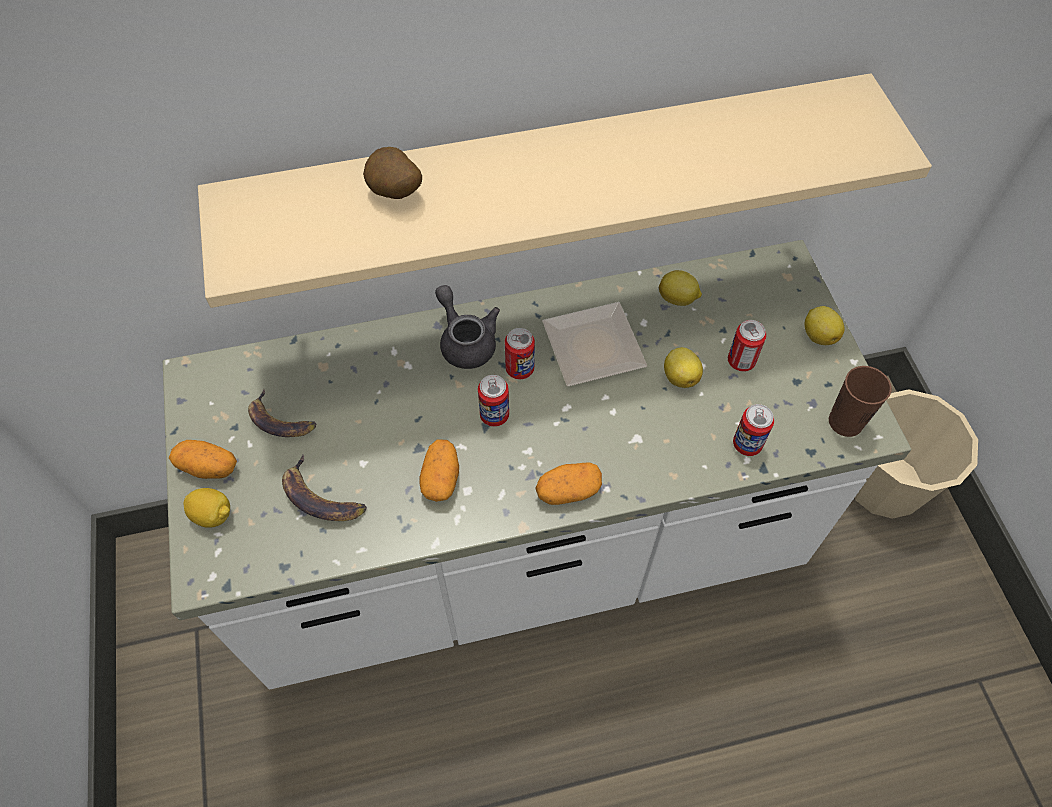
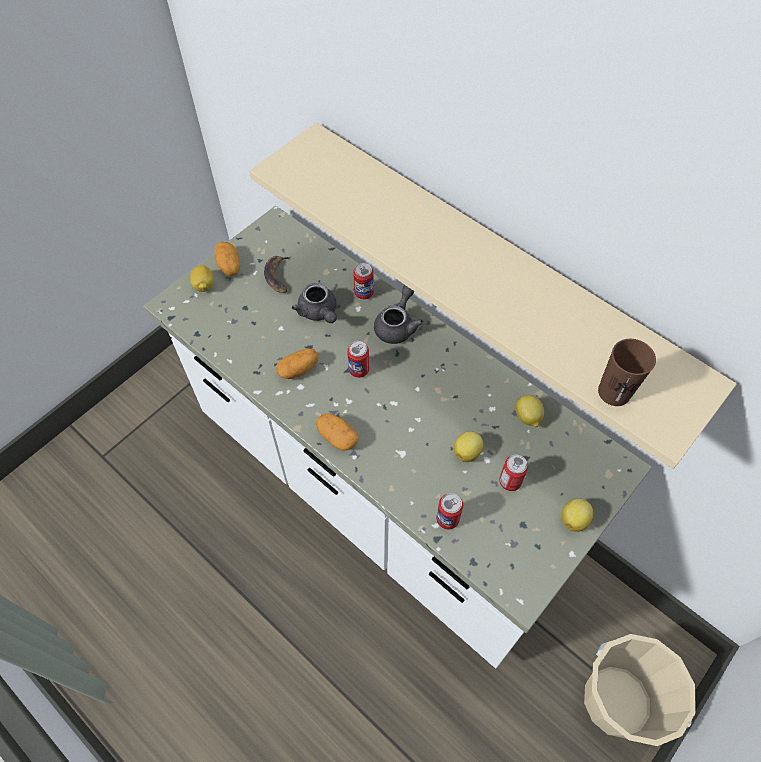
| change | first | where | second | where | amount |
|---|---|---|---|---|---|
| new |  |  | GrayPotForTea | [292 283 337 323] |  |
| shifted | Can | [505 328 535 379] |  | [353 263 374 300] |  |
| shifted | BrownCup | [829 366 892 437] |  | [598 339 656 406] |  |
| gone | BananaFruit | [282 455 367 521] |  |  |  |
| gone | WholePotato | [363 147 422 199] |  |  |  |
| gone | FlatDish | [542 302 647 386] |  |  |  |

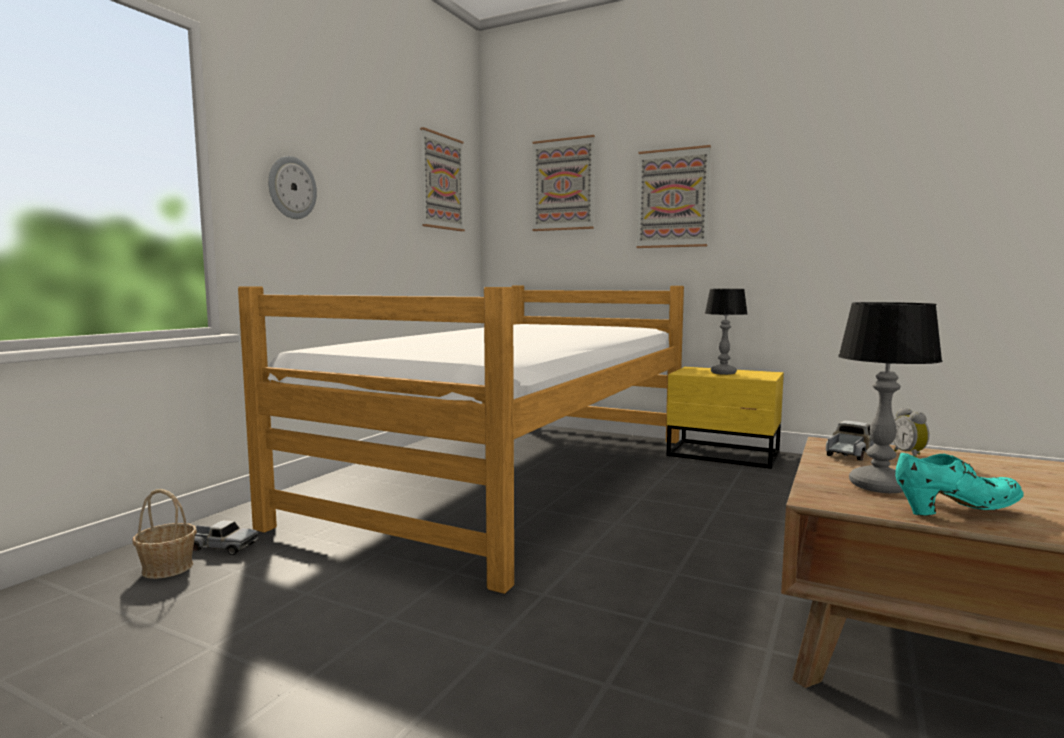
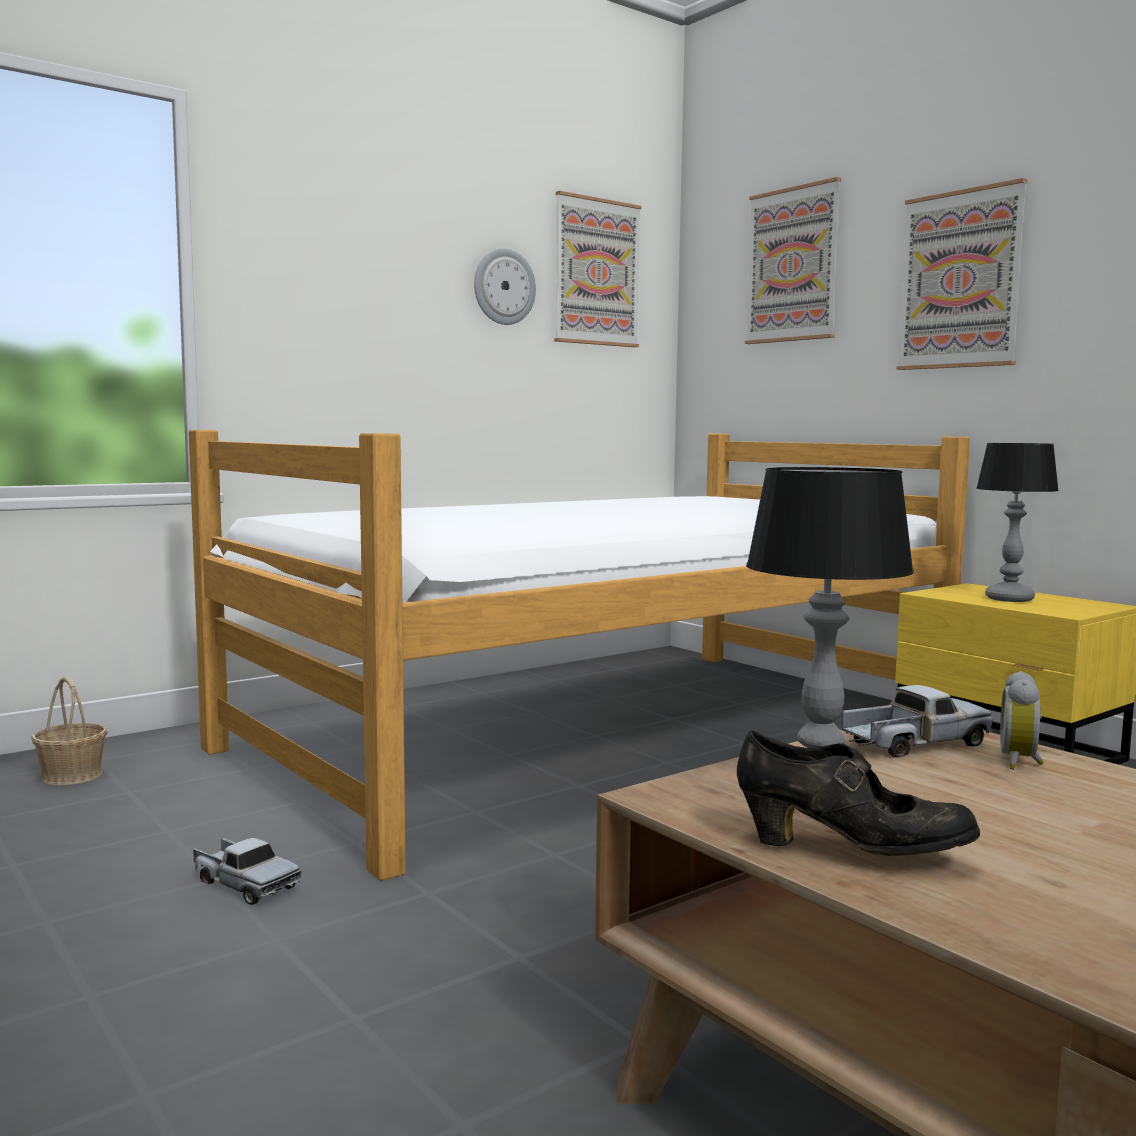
| change | first | where | second | where | amount |
|---|---|---|---|---|---|
| shifted | ToyLorry | [193 520 259 555] |  | [193 838 301 905] |  |
| shifted | WallClock | [268 156 317 219] |  | [474 248 536 325] |  |
| repainted | TurquoiseColouredItemOfFootwear | [895 453 1024 516] | BlackColouredItemOfFootwear | [737 730 980 856] |  |

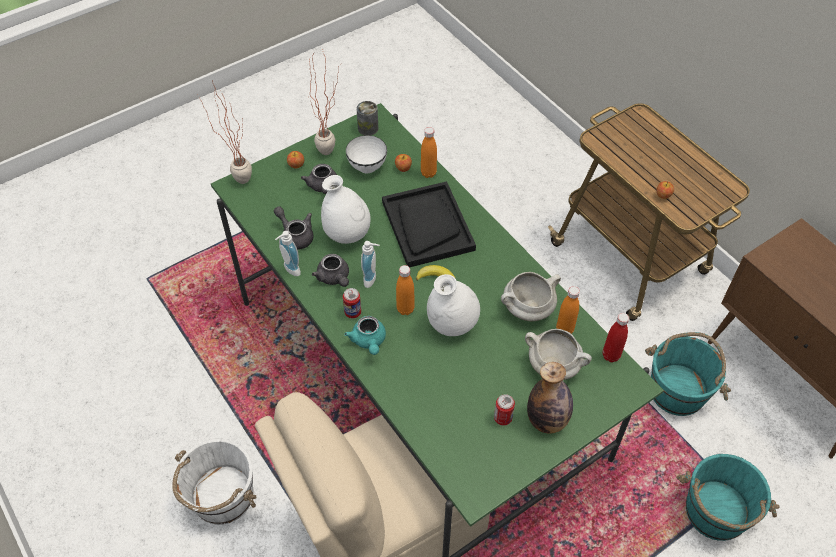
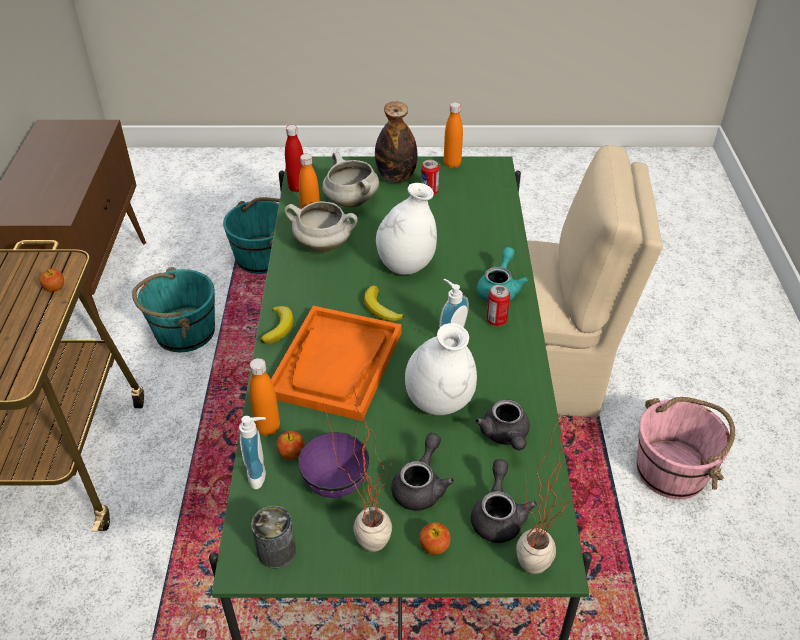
| change | first | where | second | where | amount |
|---|---|---|---|---|---|
| shifted | SoapDispenser | [275 231 301 276] |  | [239 416 266 489] |  |
| new |  |  | BananaFruit | [261 306 293 344] |  |
| repainted | BlackColouredCarryingTray | [382 181 476 267] | OrangeyCarryingTray | [271 306 402 421] |  |
| repainted | WhitishBowl | [346 135 387 174] | PurpleColouredBowl | [298 432 369 498] |  |
| shifted | OrangeyBottle | [396 265 415 315] |  | [444 102 463 168] |  |
| shifted | GrayPotForTea | [312 254 349 287] |  | [471 459 537 543] |  |
| repainted | WhitishBucket | [172 439 256 525] | PinkColouredBucket | [637 397 735 499] |  |

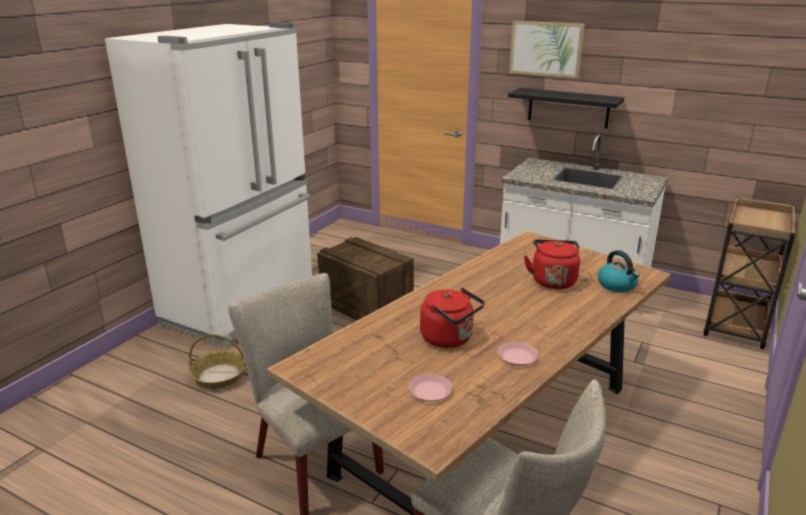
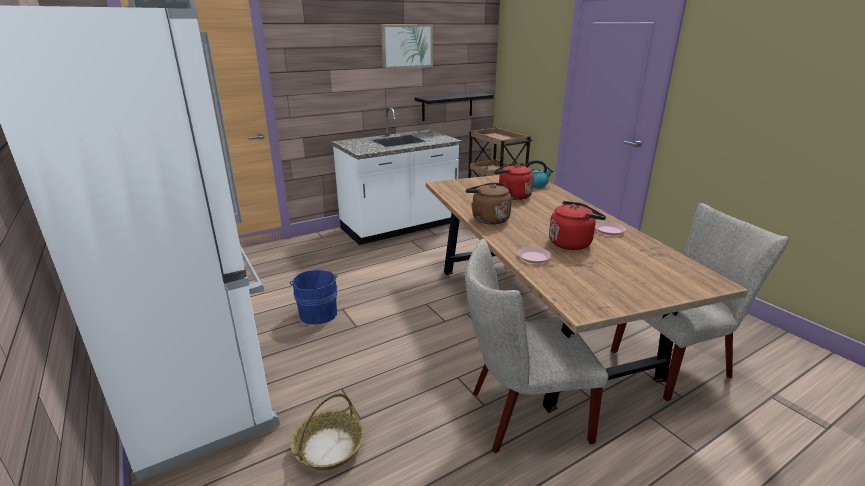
| change | first | where | second | where | amount |
|---|---|---|---|---|---|
| swapped | ShippingCrate | [317 237 414 320] | BlueColouredBucket | [290 270 338 325] |  |
| shifted | Picture | [509 21 585 79] |  | [381 24 433 69] |  |
| shifted | BlackColouredShelf | [508 88 624 129] |  | [415 92 494 121] |  |
| new |  |  | BrownWaterKettle | [466 183 512 225] |  |
| shifted | PinkColouredFlatDish | [409 374 453 402] |  | [517 247 551 263] |  |

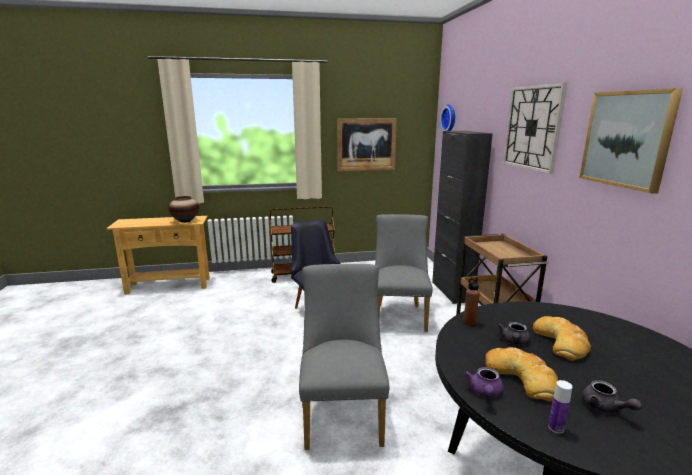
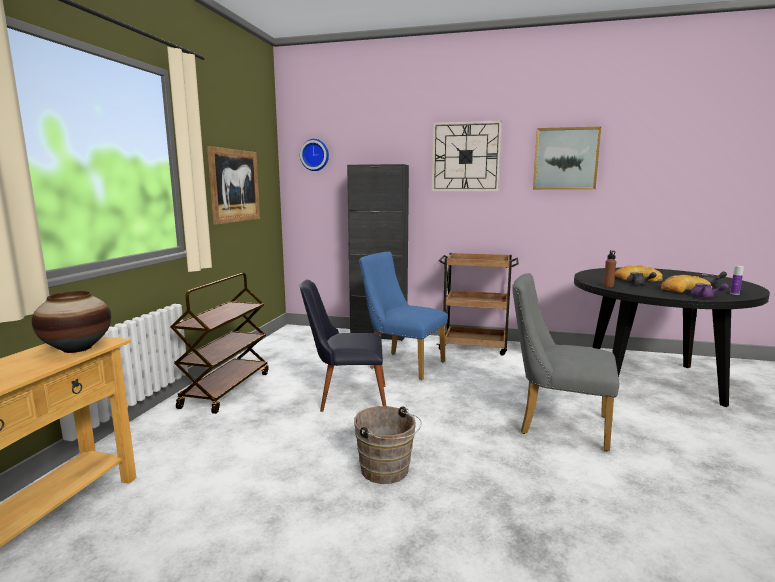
| change | first | where | second | where | amount |
|---|---|---|---|---|---|
| new |  |  | BrownBucket | [354 406 422 484] |  |
| repainted | GrayUprightChair | [375 214 433 332] | BlueColouredUprightChair | [359 252 448 380] |  |

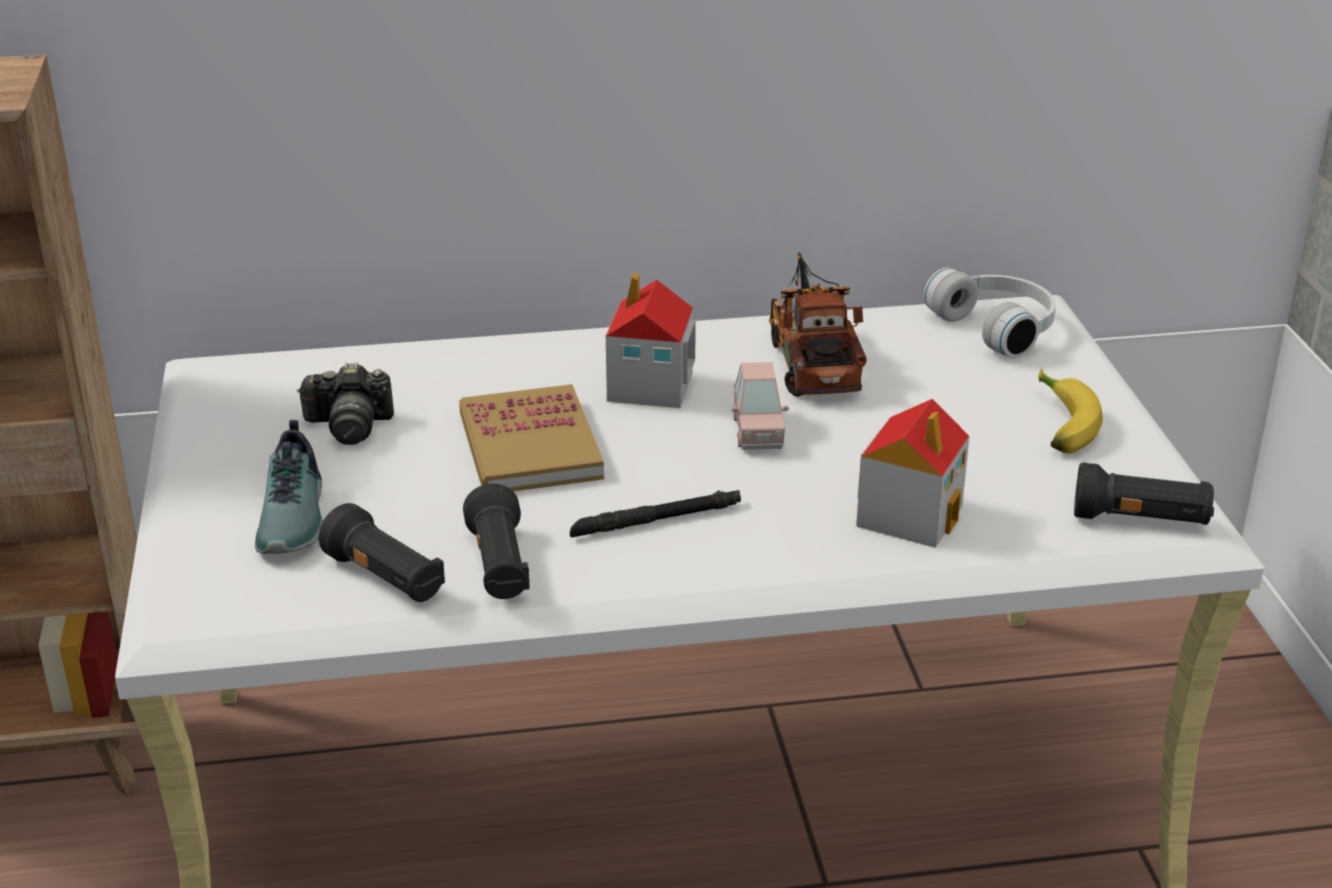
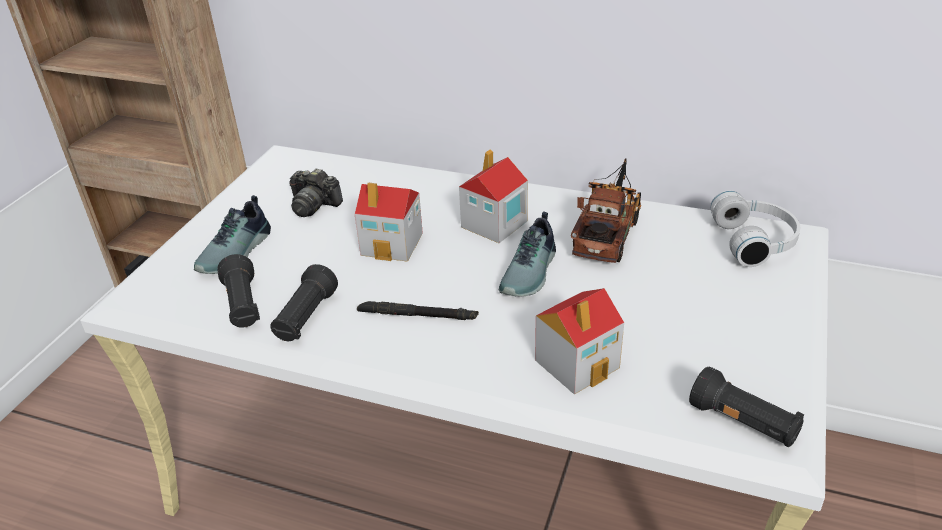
| change | first | where | second | where | amount |
|---|---|---|---|---|---|
| swapped | Volume | [459 384 604 491] | ModelHouse | [355 183 423 262] |  |
| swapped | PinkColouredMiniatureCar | [731 362 789 450] | ItemOfFootwear | [499 212 556 296] |  |
| gone | BananaFruit | [1039 368 1103 454] |  |  |  |

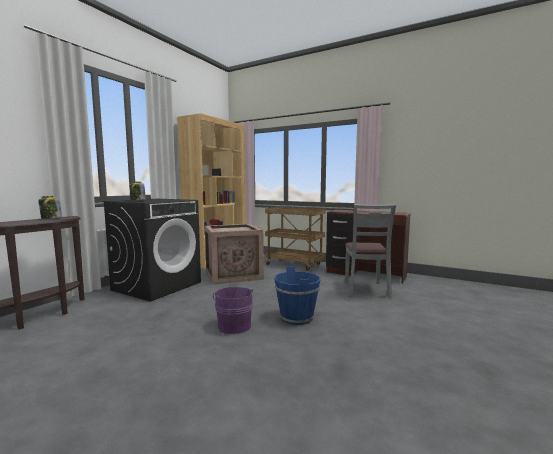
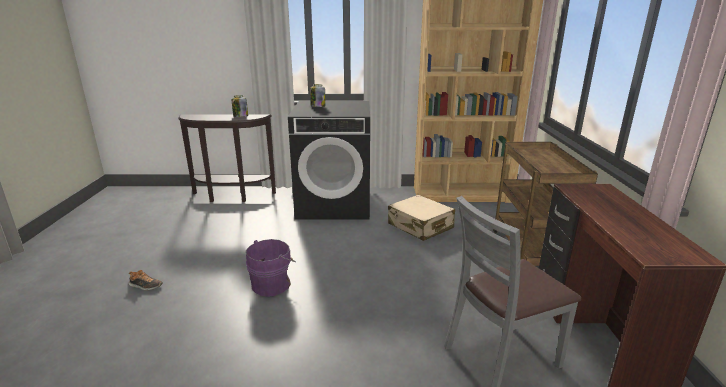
| change | first | where | second | where | amount |
|---|---|---|---|---|---|
| new |  |  | ItemOfFootwear | [129 270 163 290] |  |
| swapped | ShippingCrate | [205 224 264 285] | SandColouredTravelCase | [388 195 455 241] |  |
| gone | BlueColouredBucket | [274 266 320 325] |  |  |  |

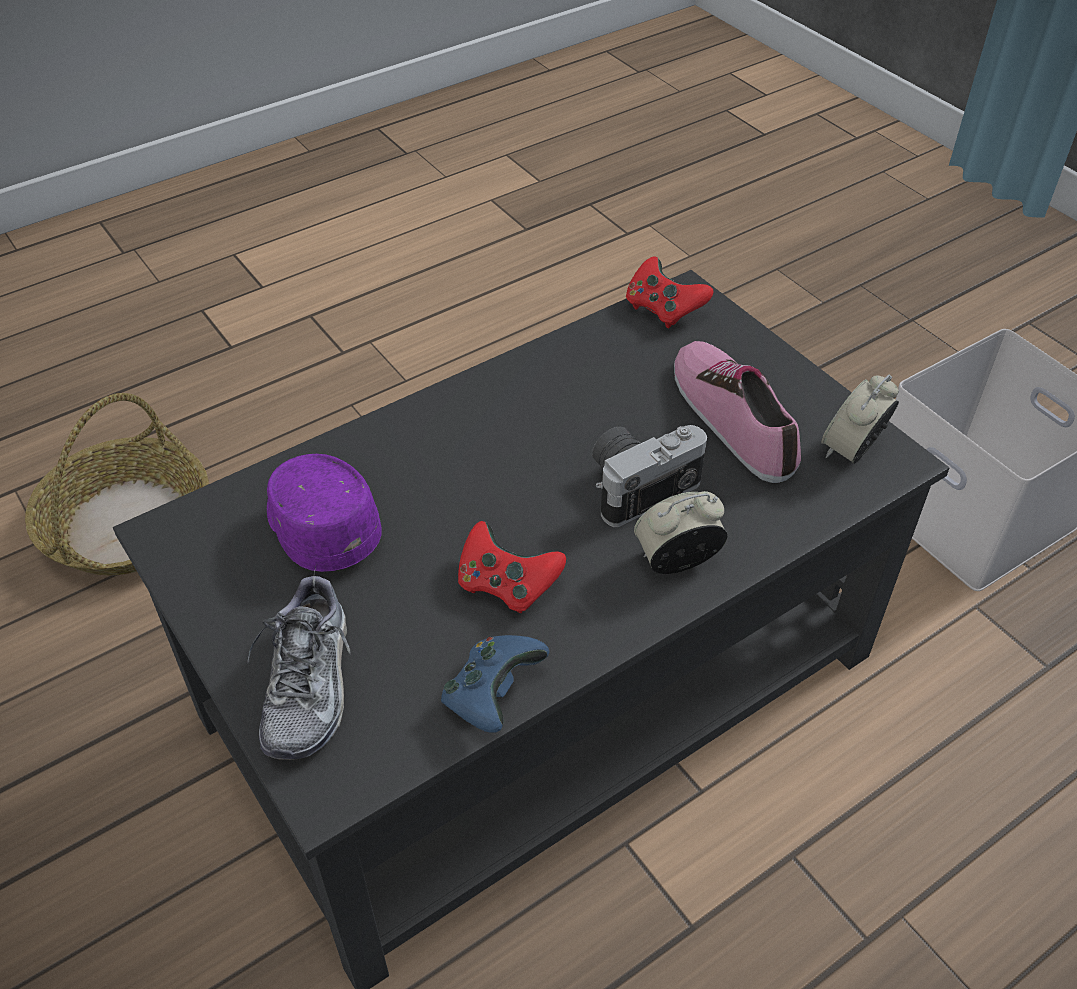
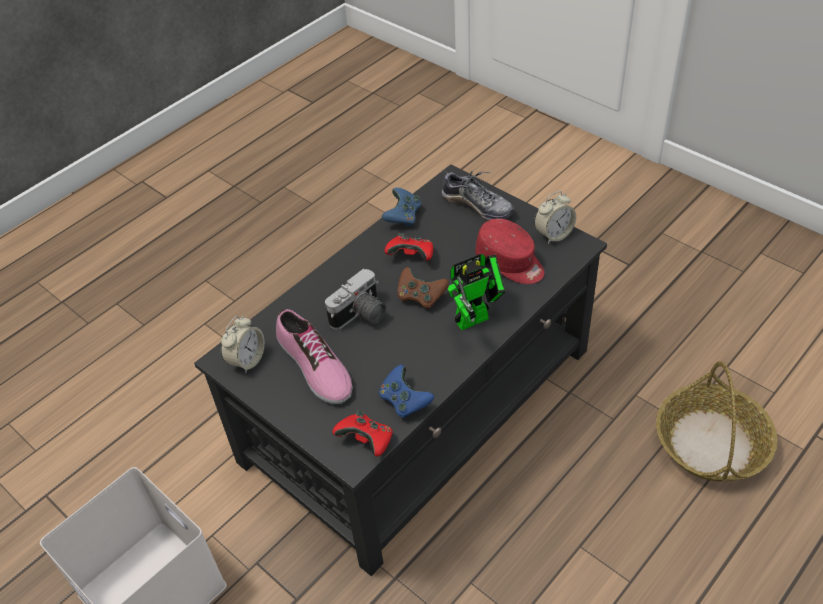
| change | first | where | second | where | amount |
|---|---|---|---|---|---|
| new |  |  | BlueColouredJoypad | [379 365 434 418] |  |
| new |  |  | BrownJoypad | [397 267 449 309] |  |
| rotated | ItemOfFootwear | [247 567 351 760] |  | [442 171 514 220] | 135 degrees clockwise |
| new |  |  | ToyRobot | [448 254 506 330] |  |
| repainted | PurpleColouredCap | [267 454 382 572] | RedColouredCap | [475 219 544 284] |  |
| shifted | BedsideClock | [634 491 727 574] |  | [534 191 576 244] |  |

